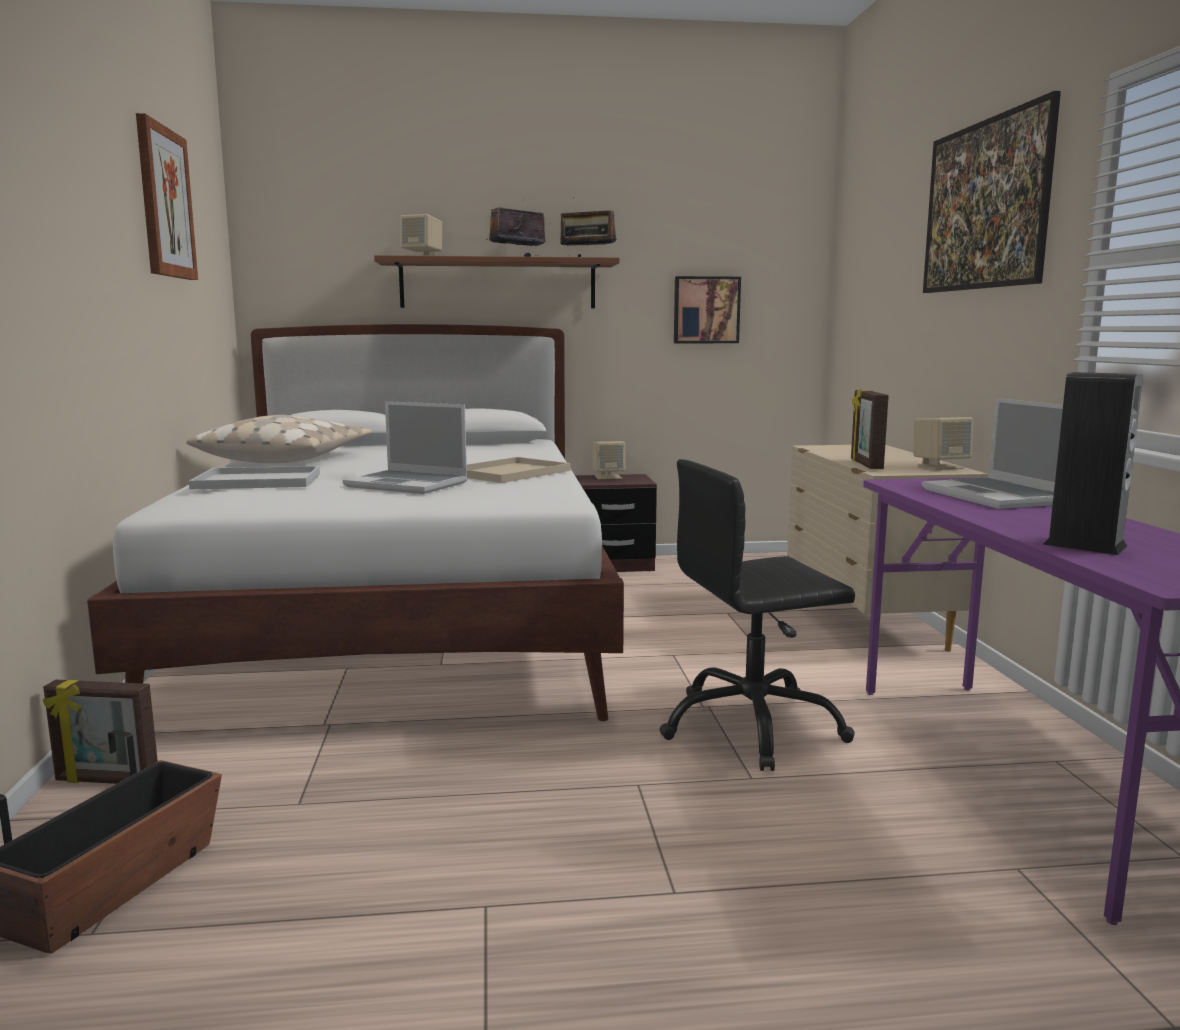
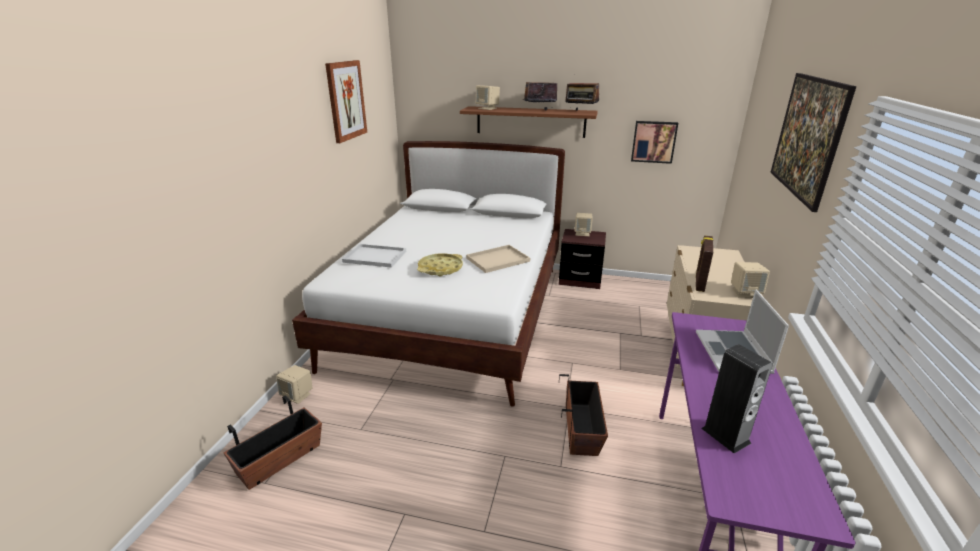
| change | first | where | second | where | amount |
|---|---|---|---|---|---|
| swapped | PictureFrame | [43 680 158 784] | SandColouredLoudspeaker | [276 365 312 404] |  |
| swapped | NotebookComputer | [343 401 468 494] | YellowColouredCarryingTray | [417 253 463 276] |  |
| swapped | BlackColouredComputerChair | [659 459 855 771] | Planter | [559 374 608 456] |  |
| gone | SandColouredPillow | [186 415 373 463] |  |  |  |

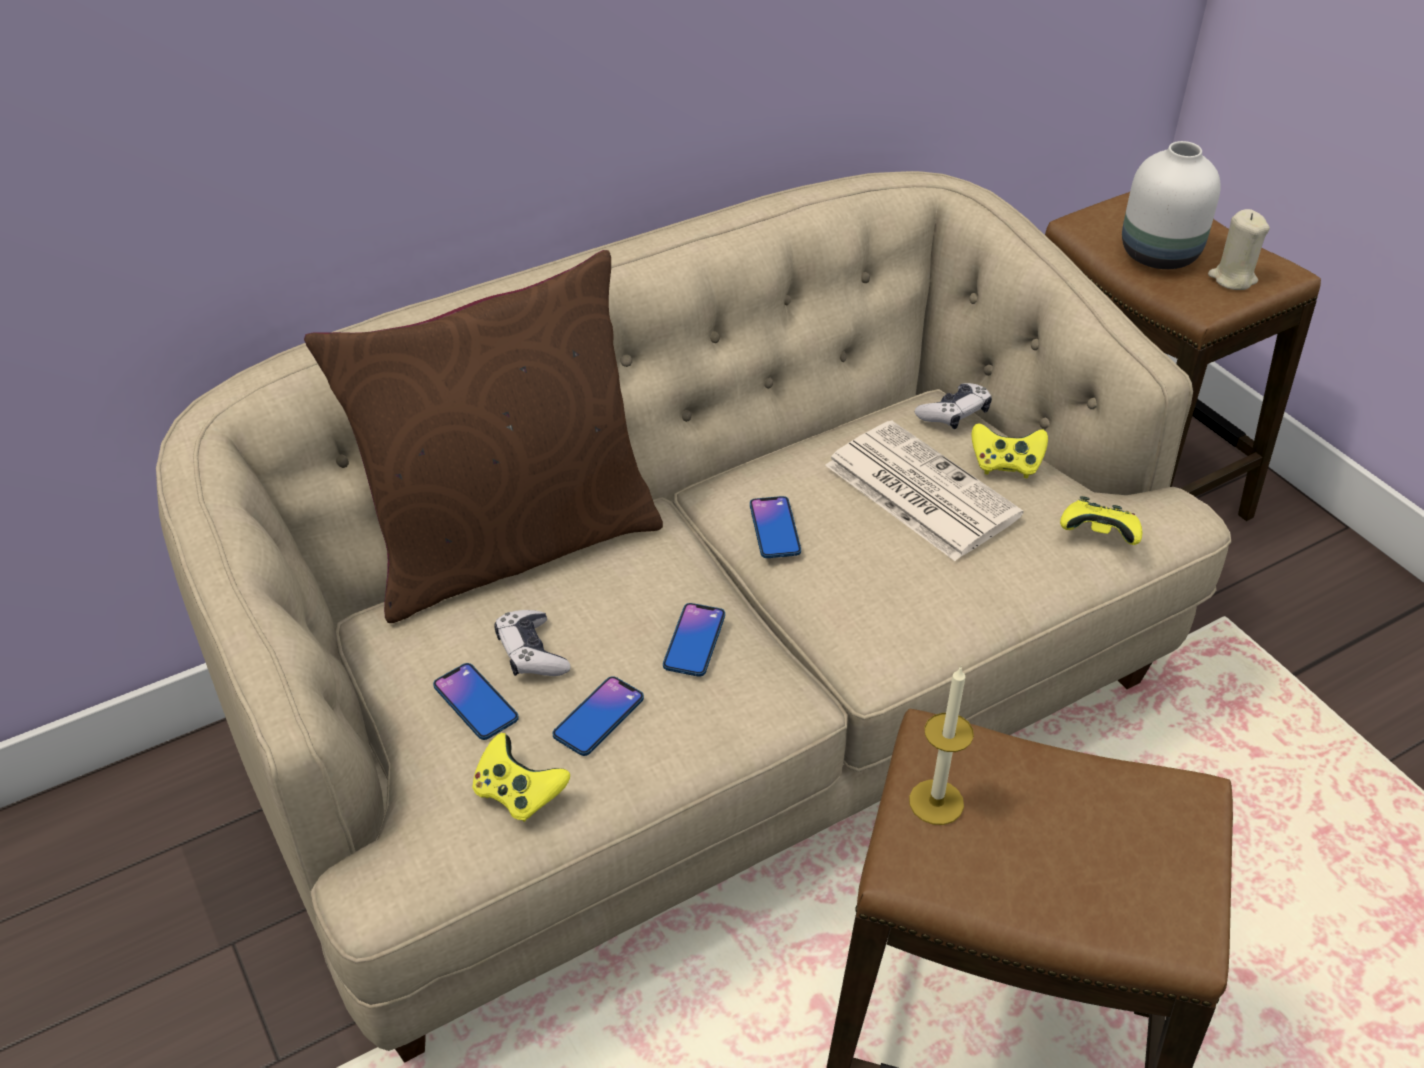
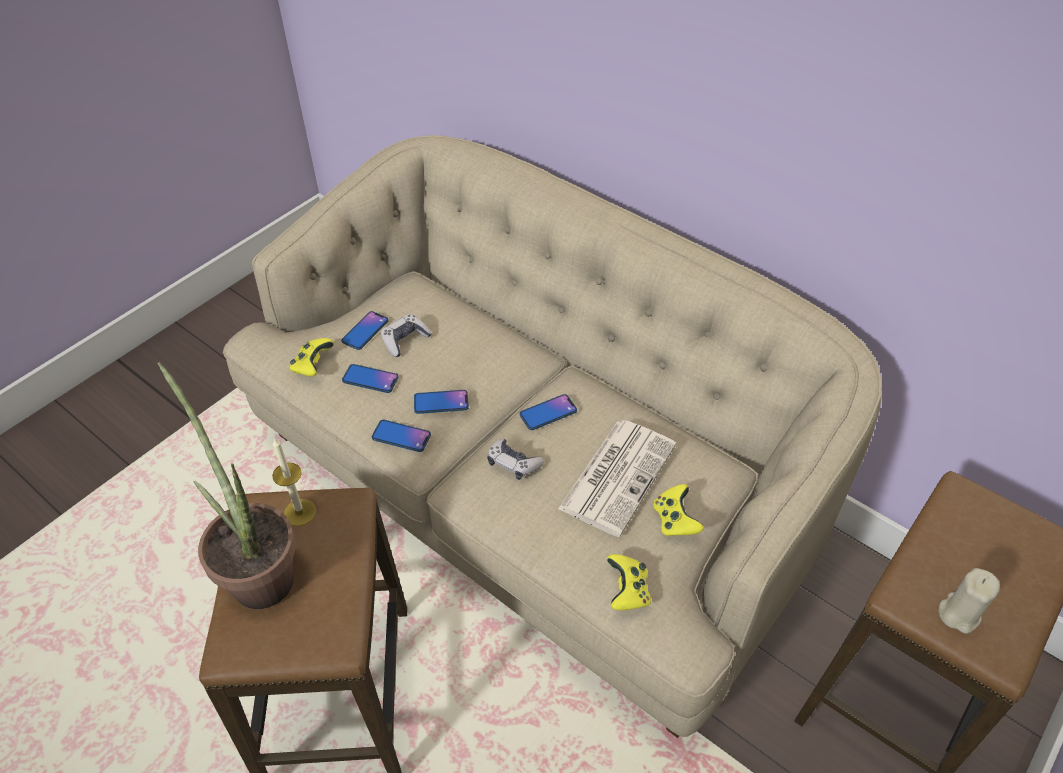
| change | first | where | second | where | amount |
|---|---|---|---|---|---|
| new |  |  | Houseplant | [157 362 296 609] |  |
| new |  |  | Phone | [372 420 431 452] |  |
| shifted | Joypad | [915 383 992 429] |  | [487 438 544 480] |  |
| gone | BrownPillow | [304 250 663 623] |  |  |  |
| gone | WhitishVase | [1122 141 1221 269] |  |  |  |

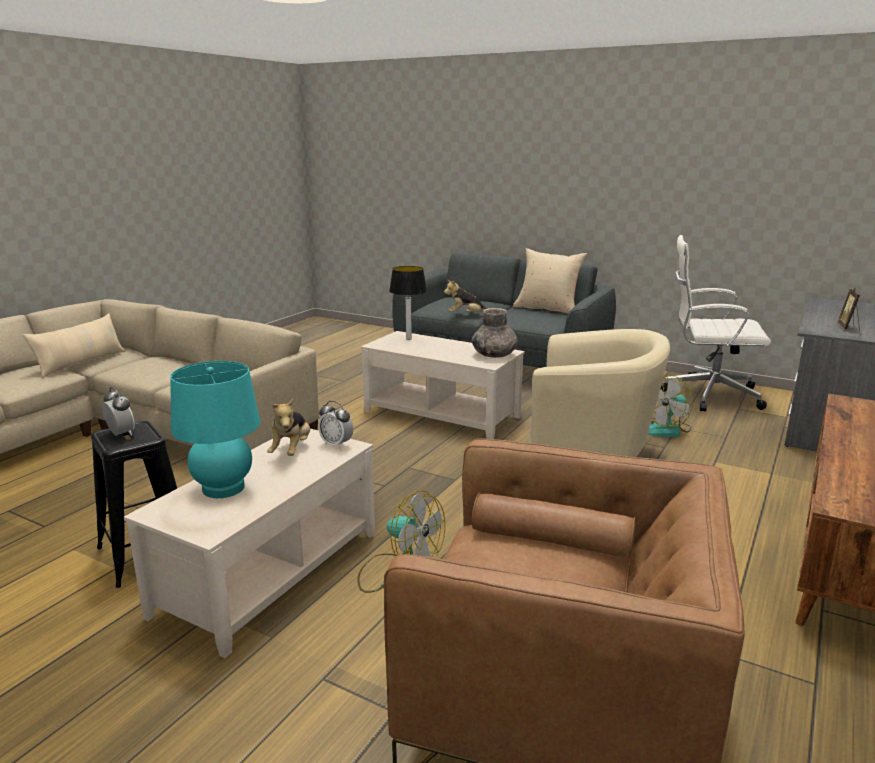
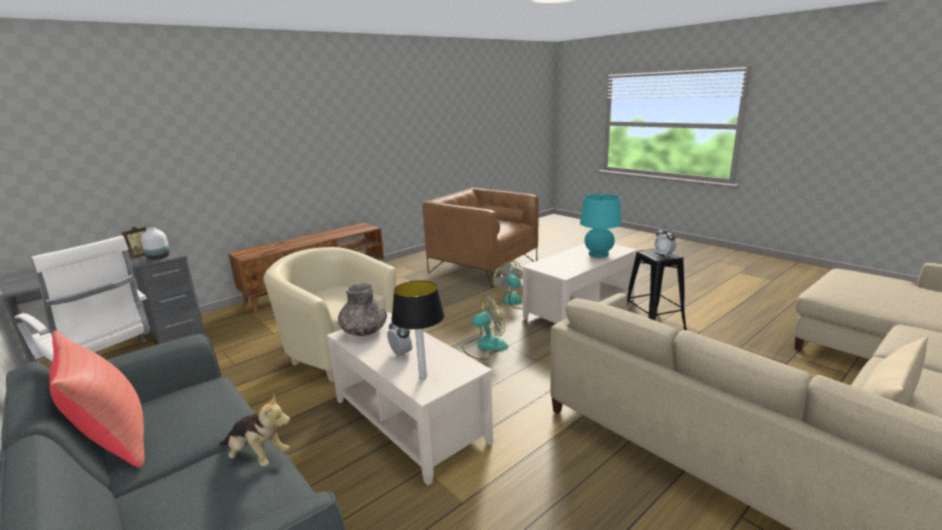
| change | first | where | second | where | amount |
|---|---|---|---|---|---|
| repainted | SandColouredPillow | [513 248 587 314] | RedColouredPillow | [49 331 145 468] |  |
| new |  |  | WhitishVase | [141 227 170 260] |  |
| shifted | BedsideClock | [318 401 353 449] |  | [387 323 413 356] |  |
| shifted | Fan | [648 375 693 437] |  | [462 295 508 360] |  |
| gone | CuddlyToy | [267 399 310 456] |  |  |  |

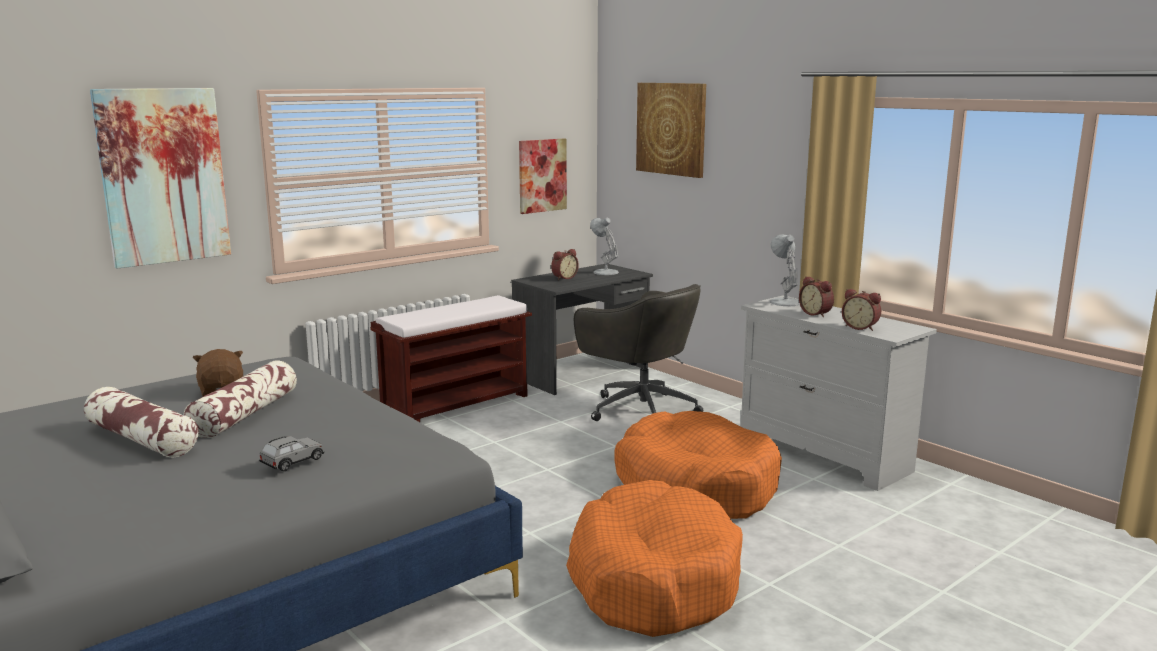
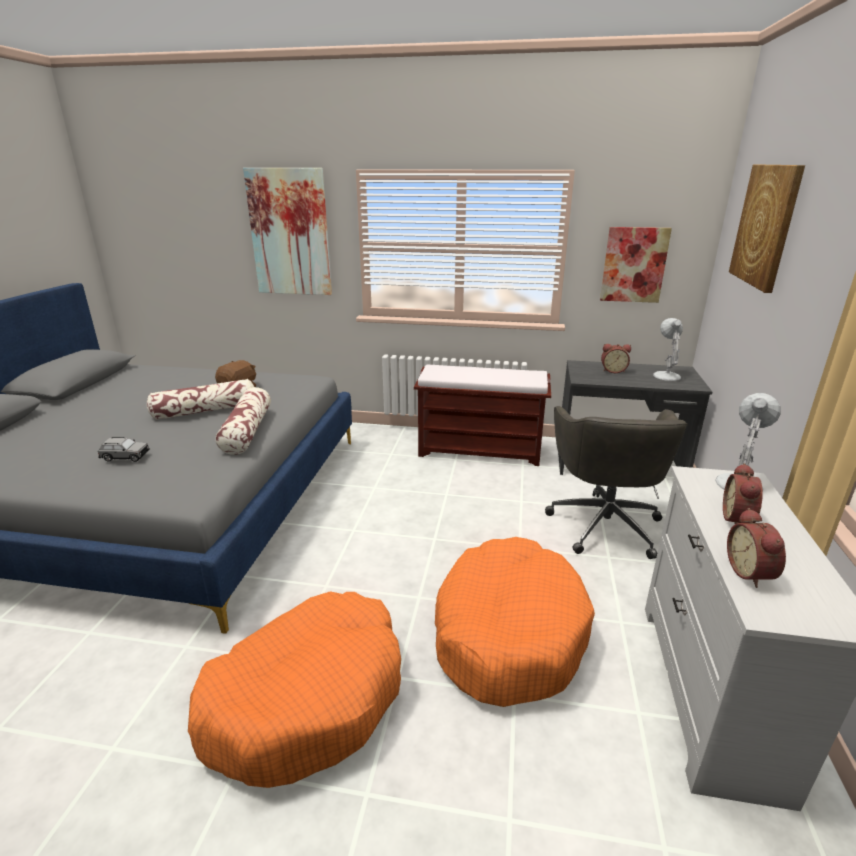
| change | first | where | second | where | amount |
|---|---|---|---|---|---|
| shifted | Pillow | [84 387 198 457] |  | [215 387 271 455] |  |

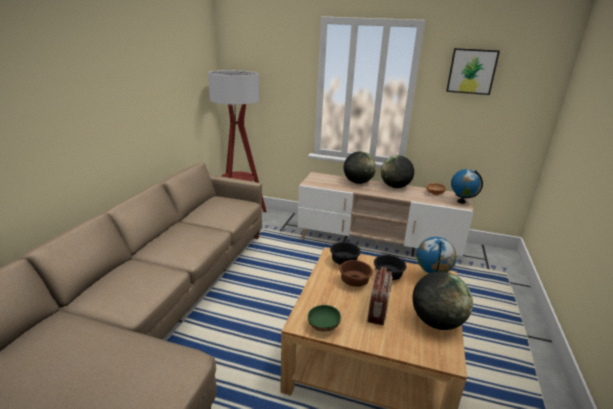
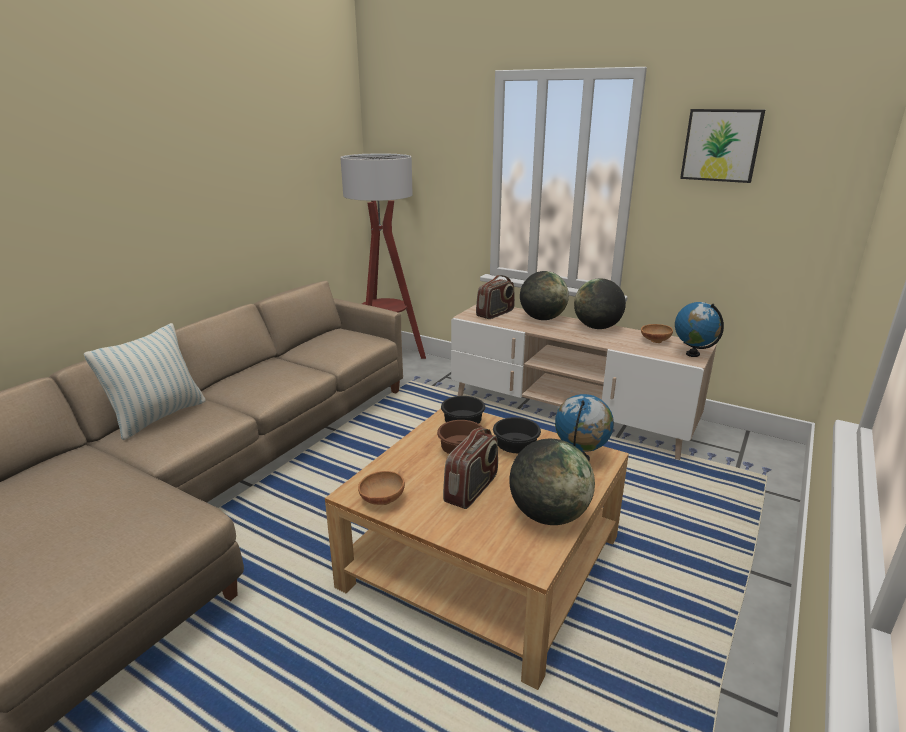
| change | first | where | second | where | amount |
|---|---|---|---|---|---|
| new |  |  | Pillow | [84 323 206 440] |  |
| repainted | GreenBowl | [308 305 341 331] | BrownBowl | [358 471 405 505] |  |
| new |  |  | RadioReceiver | [476 275 515 319] |  |

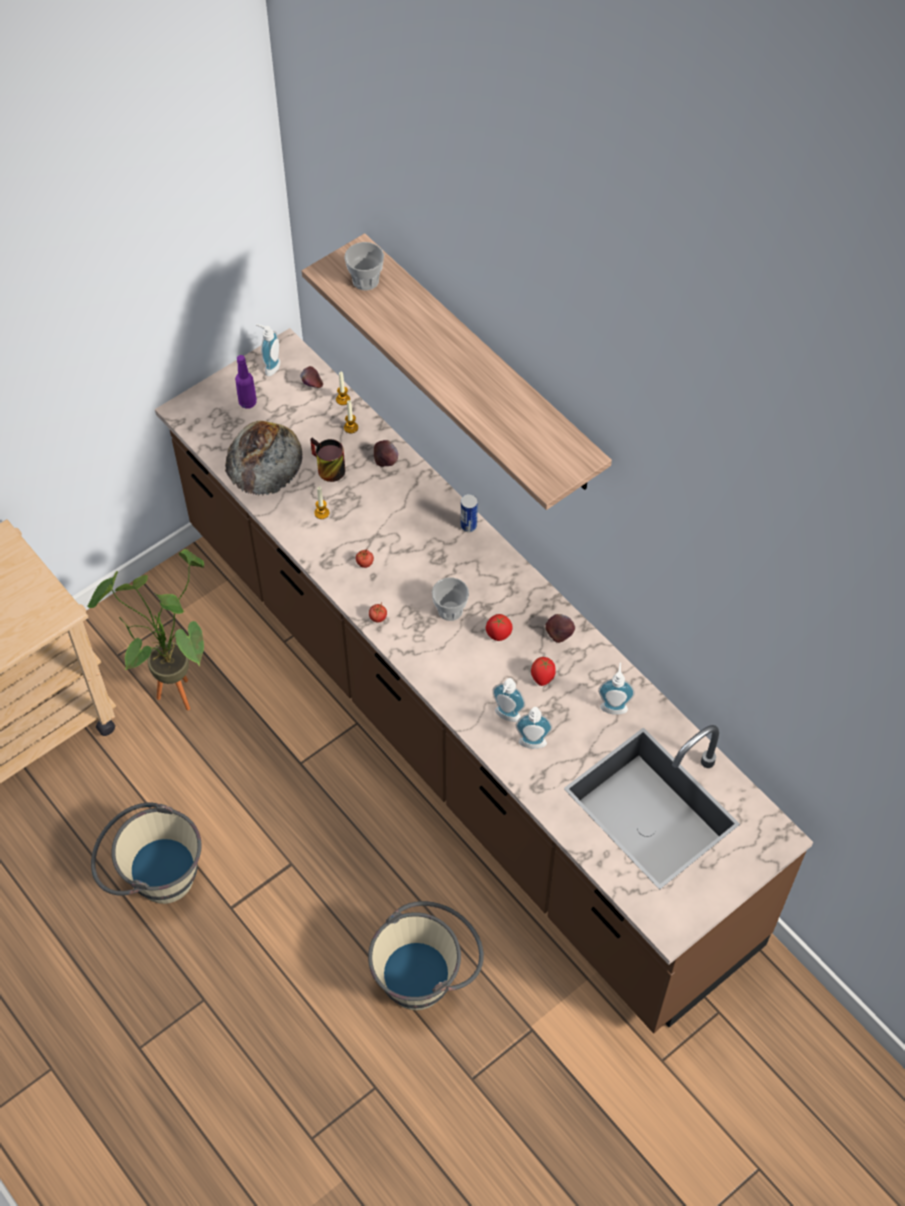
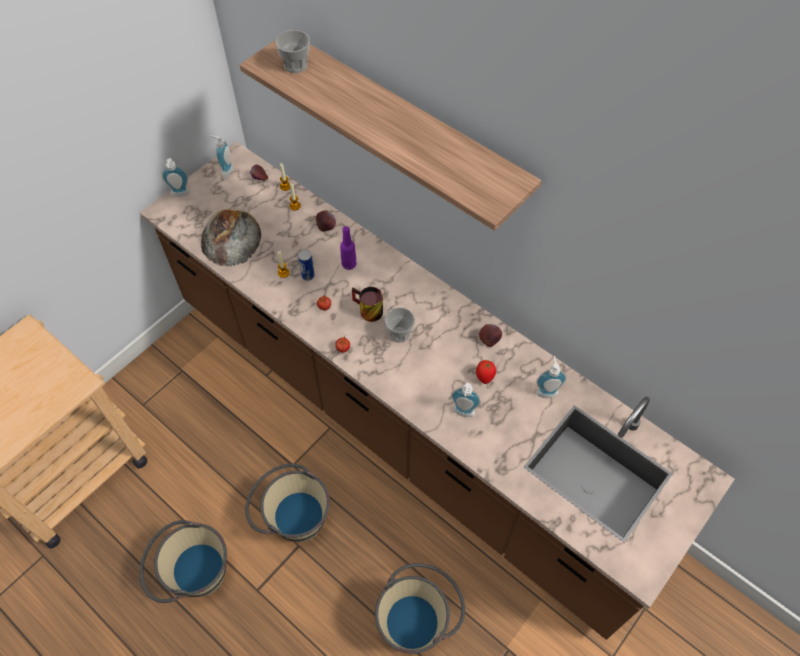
| change | first | where | second | where | amount |
|---|---|---|---|---|---|
| shifted | SoapDispenser | [515 707 553 749] |  | [162 158 190 197] |  |
| new |  |  | SandColouredBucket | [245 464 330 542] |  |
| shifted | Can | [461 494 478 532] |  | [298 250 315 281] |  |
| shifted | PurpleColouredBottle | [235 355 257 409] |  | [340 226 357 270] |  |
| shifted | CoffeeMug | [310 437 345 482] |  | [352 287 383 322] |  |
| gone | Houseplant | [87 549 204 710] |  |  |  |
| gone | WholeTomato | [486 614 513 641] |  |  |  |

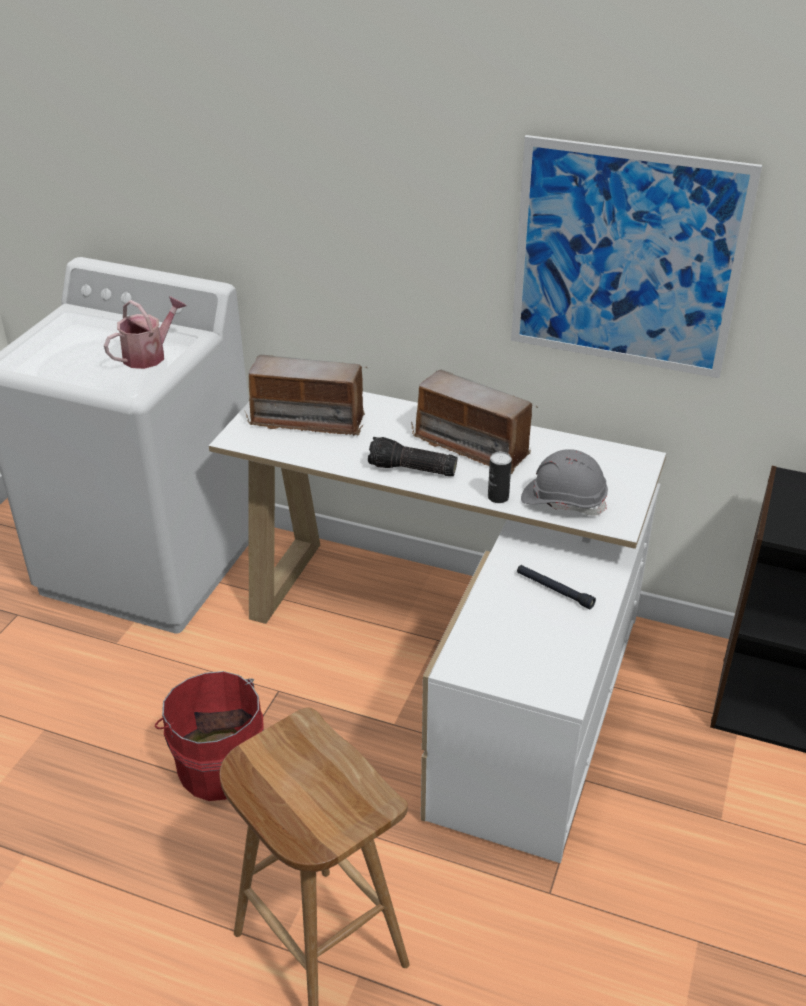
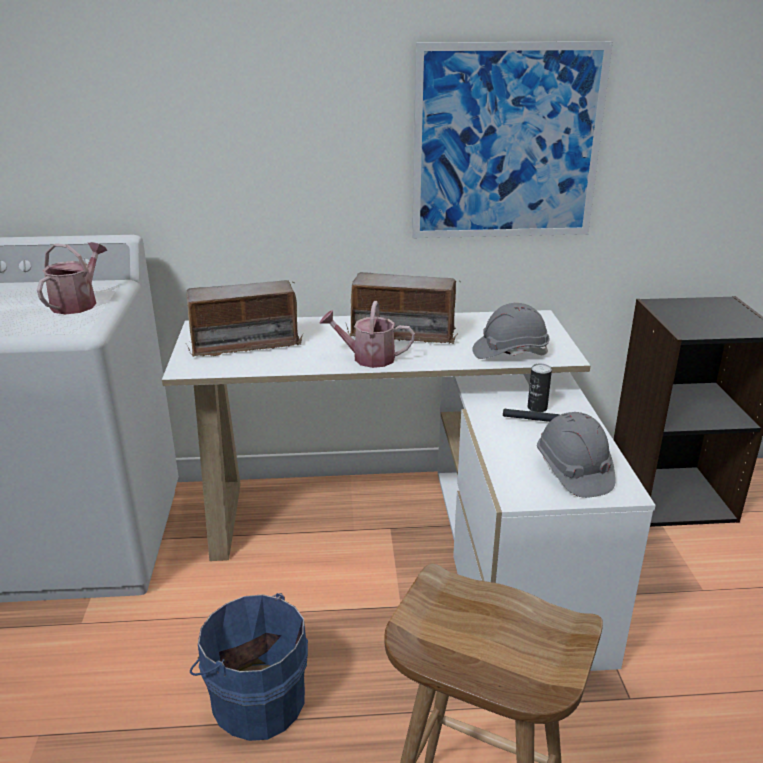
| change | first | where | second | where | amount |
|---|---|---|---|---|---|
| repainted | RedColouredBucket | [155 671 264 801] | BlueColouredBucket | [190 593 308 741] |  |
| swapped | HandTorch | [368 437 457 476] | WateringPot | [319 301 415 368] |  |
| shifted | Can | [488 452 512 503] |  | [528 363 552 412] |  |
| new |  |  | GraySafetyHelmet | [537 412 615 498] |  |

